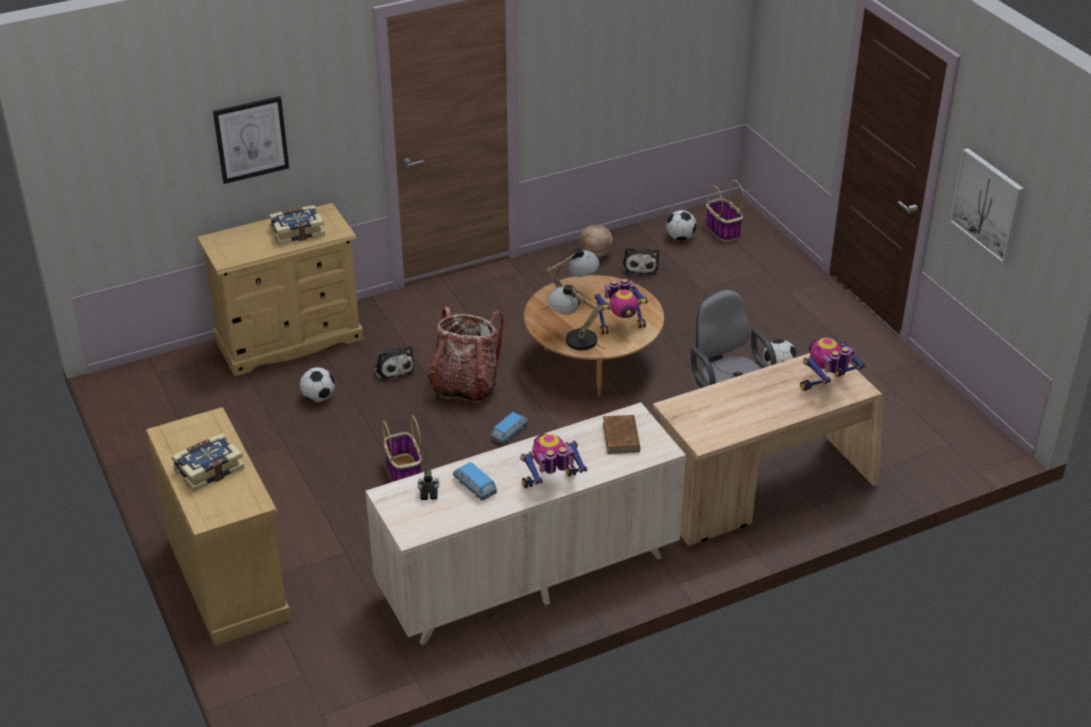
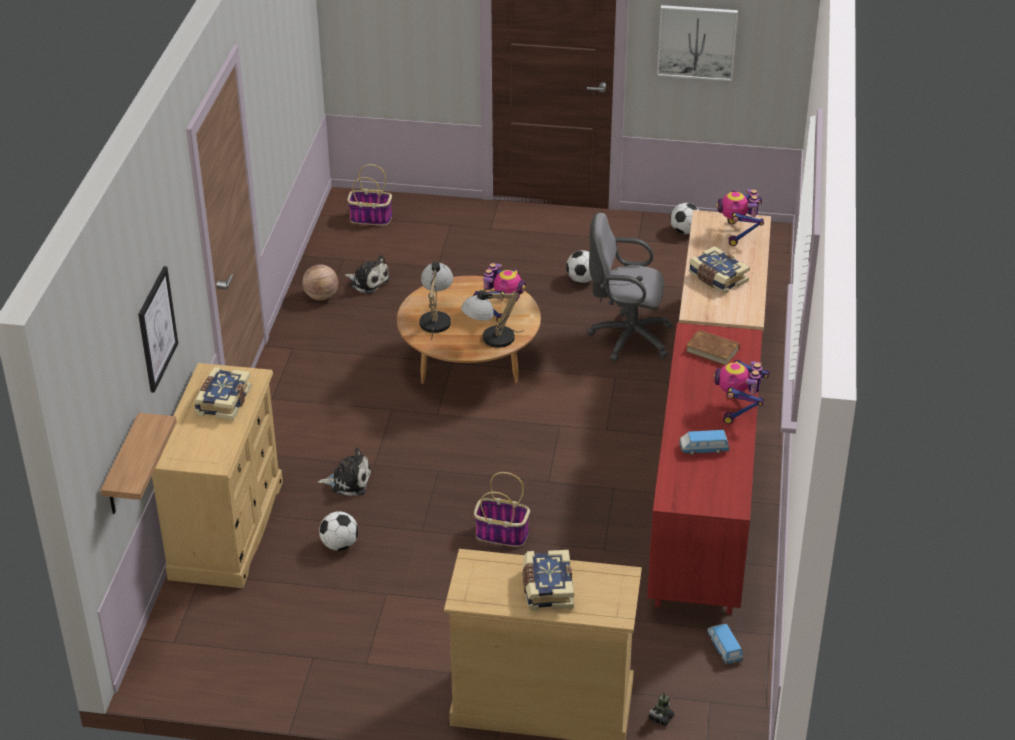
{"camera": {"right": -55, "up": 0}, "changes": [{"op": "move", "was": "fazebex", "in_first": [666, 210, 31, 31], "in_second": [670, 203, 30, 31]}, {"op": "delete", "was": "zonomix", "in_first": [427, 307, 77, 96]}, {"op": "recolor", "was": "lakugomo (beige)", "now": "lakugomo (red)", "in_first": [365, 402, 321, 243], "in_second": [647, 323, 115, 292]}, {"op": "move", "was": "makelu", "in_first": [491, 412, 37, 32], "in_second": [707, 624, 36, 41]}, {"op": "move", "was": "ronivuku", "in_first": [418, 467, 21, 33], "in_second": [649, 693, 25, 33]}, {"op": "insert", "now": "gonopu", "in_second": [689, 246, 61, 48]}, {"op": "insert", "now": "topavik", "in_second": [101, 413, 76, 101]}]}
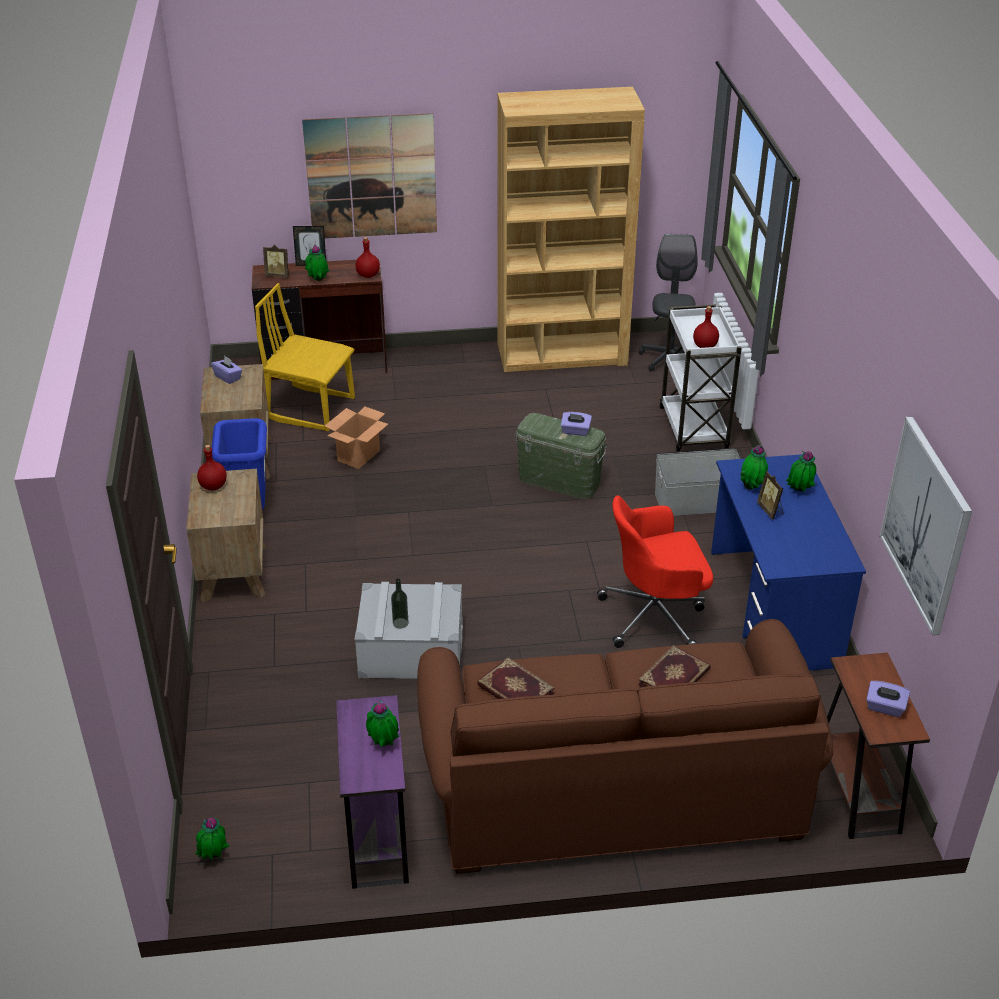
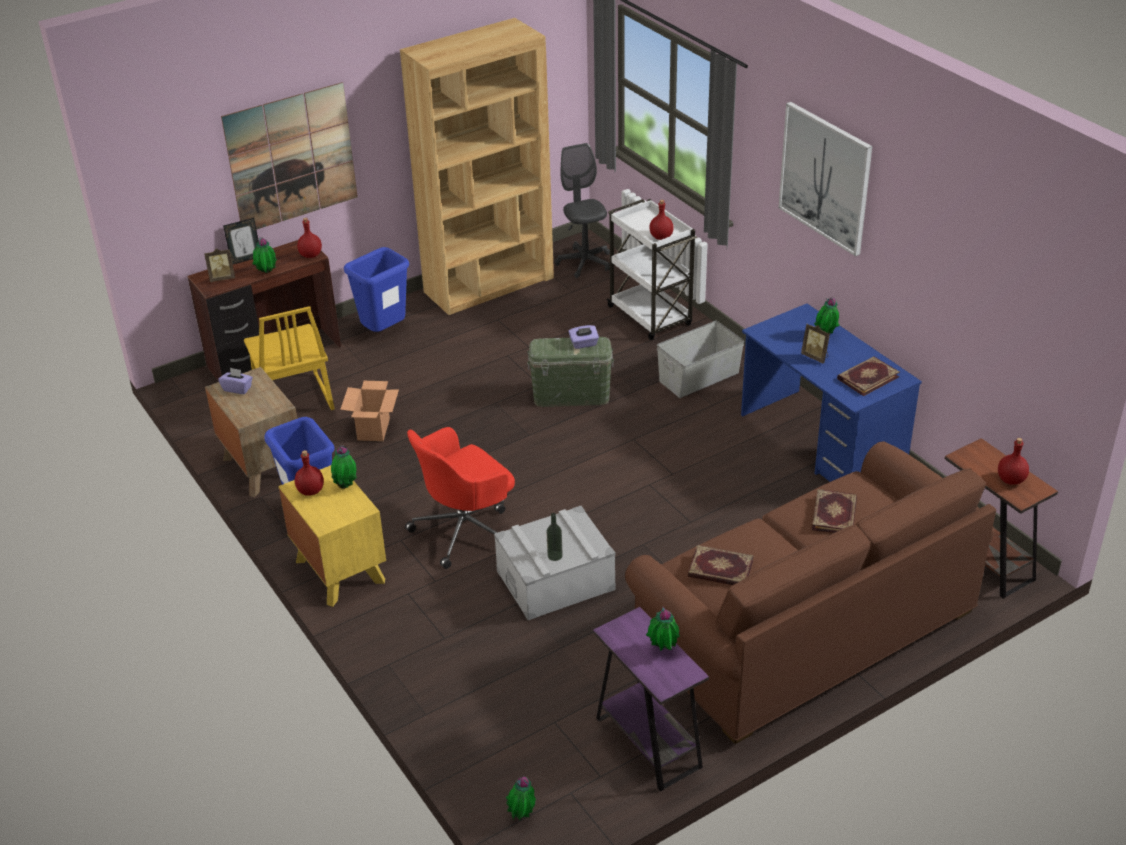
{"camera": {"right": -25, "up": 0}, "changes": [{"op": "rotate", "was": "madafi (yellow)", "in_first": [255, 283, 100, 149], "in_second": [244, 306, 91, 104], "clockwise": -105}, {"op": "move", "was": "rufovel", "in_first": [879, 416, 93, 219], "in_second": [779, 102, 93, 154]}, {"op": "move", "was": "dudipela", "in_first": [740, 445, 28, 45], "in_second": [331, 445, 26, 44]}, {"op": "recolor", "was": "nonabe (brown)", "now": "nonabe (yellow)", "in_first": [186, 469, 80, 133], "in_second": [279, 465, 107, 142]}, {"op": "move", "was": "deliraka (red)", "in_first": [597, 496, 116, 152], "in_second": [405, 427, 110, 142]}, {"op": "replace", "was": "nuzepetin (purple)", "now": "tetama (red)", "in_first": [866, 681, 44, 36], "in_second": [998, 438, 31, 47]}, {"op": "insert", "now": "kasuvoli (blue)", "in_second": [344, 247, 65, 85]}, {"op": "insert", "now": "gonopu", "in_second": [837, 356, 63, 40]}]}
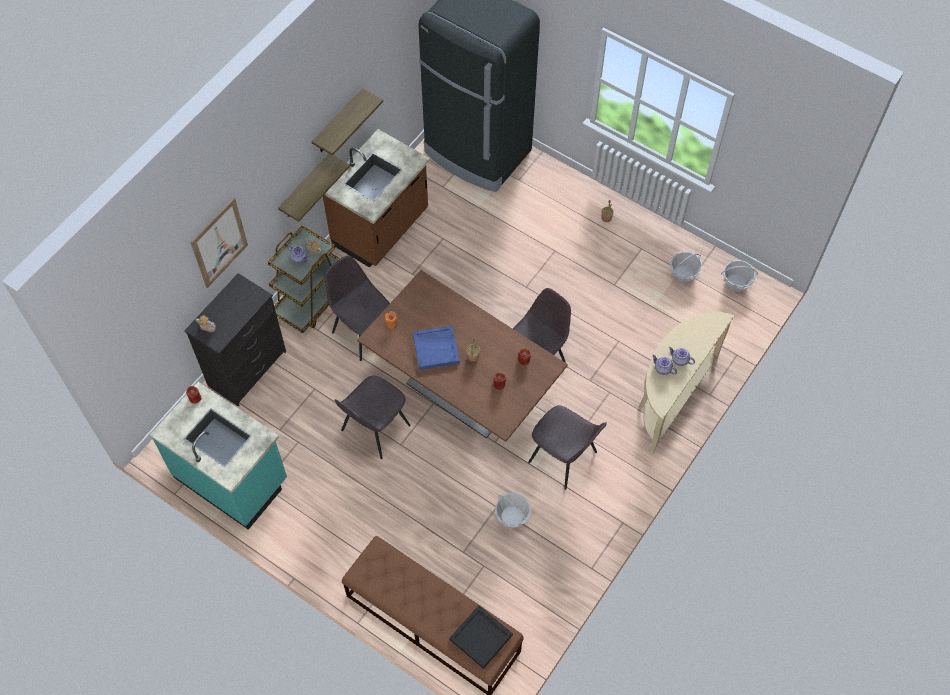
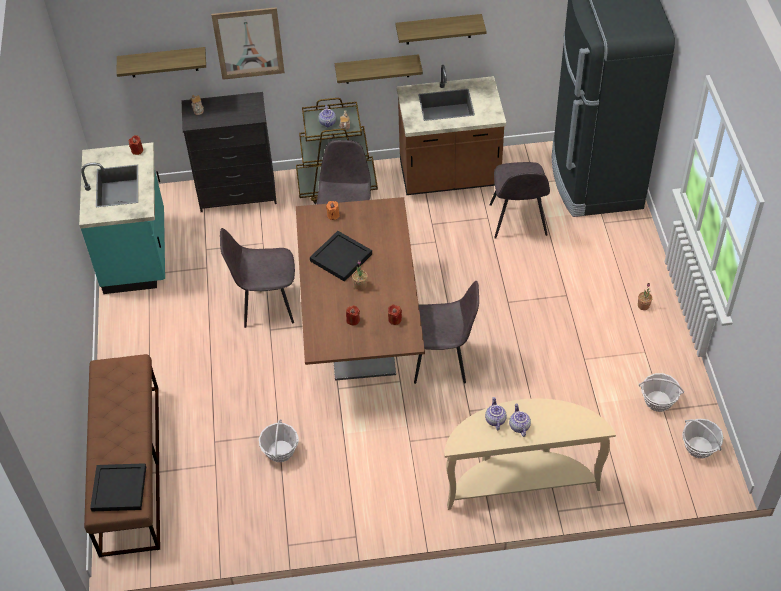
{"camera": {"right": 50, "up": -10}, "changes": [{"op": "recolor", "was": "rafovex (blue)", "now": "rafovex (black)", "in_first": [413, 326, 47, 44], "in_second": [310, 231, 62, 51]}, {"op": "move", "was": "madafi (grey)", "in_first": [528, 405, 79, 85], "in_second": [490, 162, 60, 77]}, {"op": "insert", "now": "topavik", "in_second": [116, 47, 90, 30]}]}
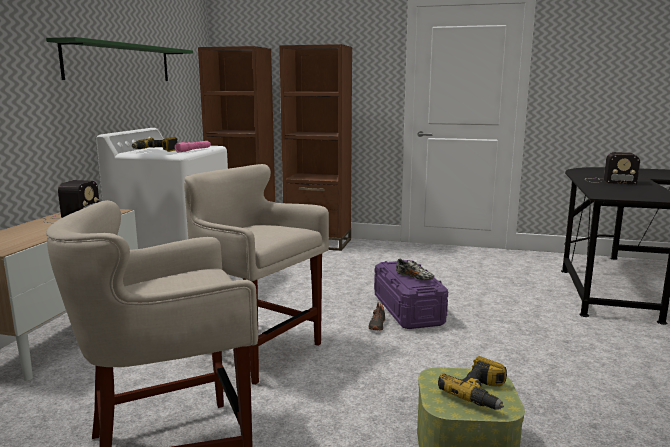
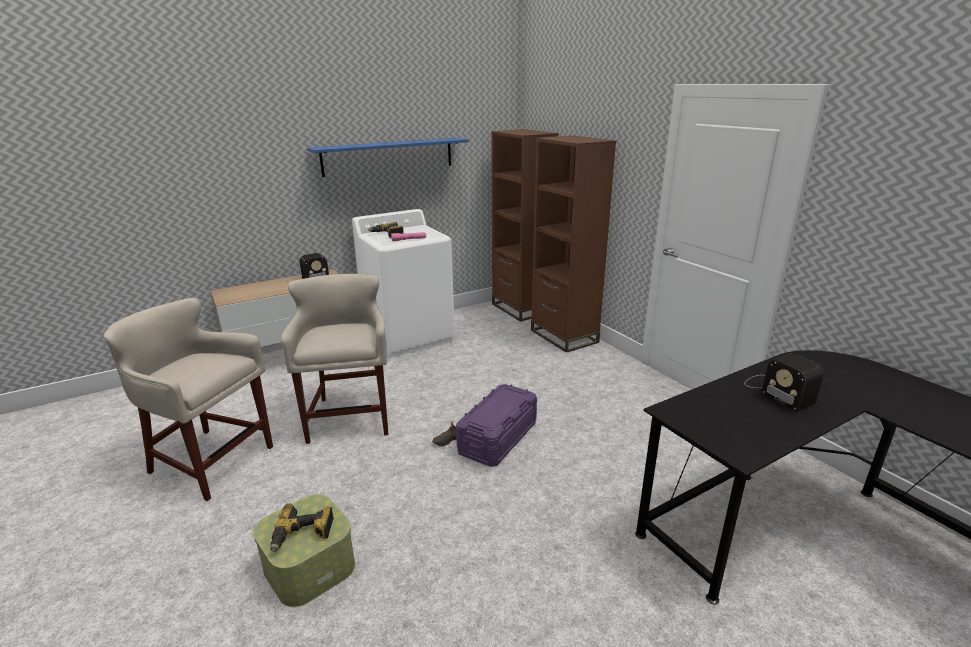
{"camera": {"right": 45, "up": 10}, "changes": [{"op": "recolor", "was": "topavik (green)", "now": "topavik (blue)", "in_first": [46, 37, 147, 44], "in_second": [307, 138, 162, 39]}, {"op": "delete", "was": "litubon", "in_first": [396, 259, 38, 21]}]}
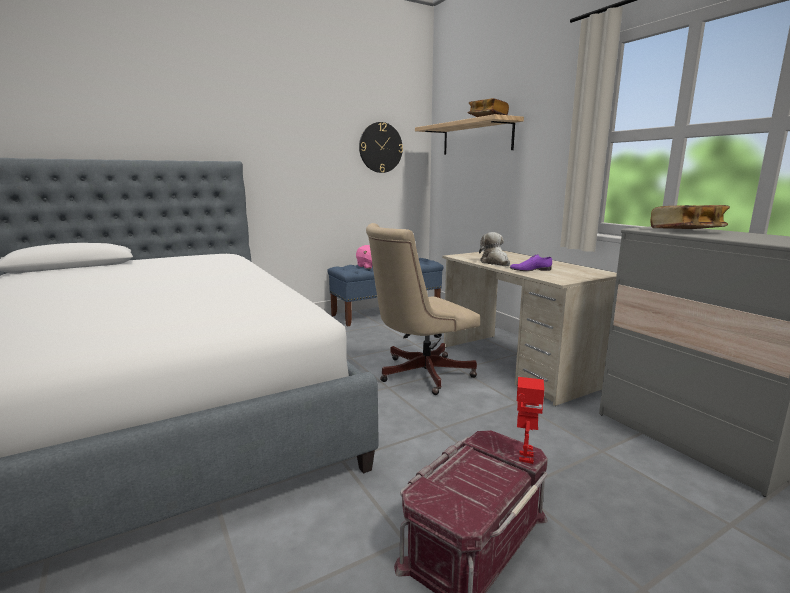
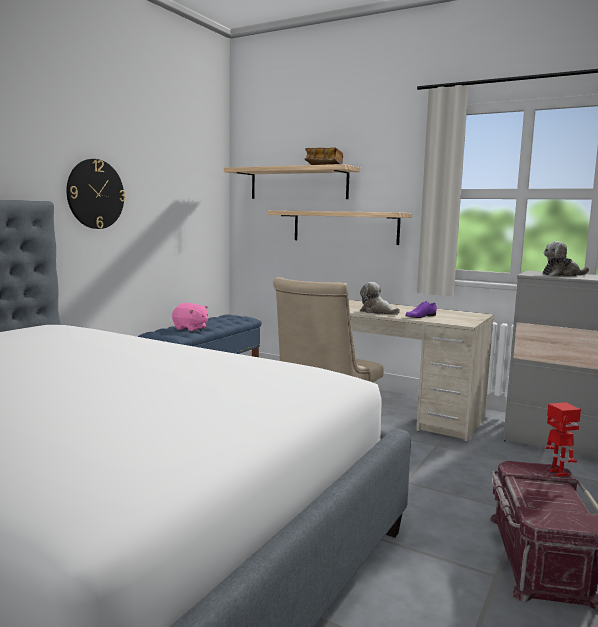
{"camera": {"right": -30, "up": -5}, "changes": [{"op": "move", "was": "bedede", "in_first": [359, 122, 44, 51], "in_second": [67, 159, 58, 70]}, {"op": "replace", "was": "gonopu", "now": "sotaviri", "in_first": [650, 205, 80, 24], "in_second": [543, 241, 46, 35]}, {"op": "insert", "now": "topavik", "in_second": [268, 210, 144, 35]}]}
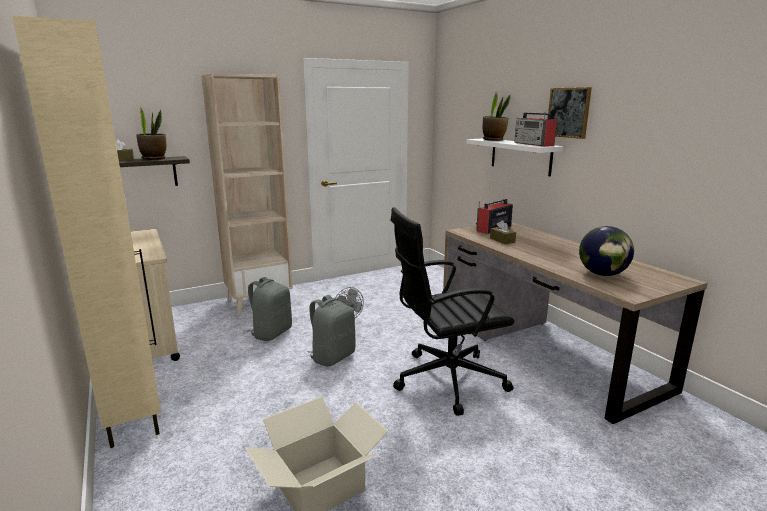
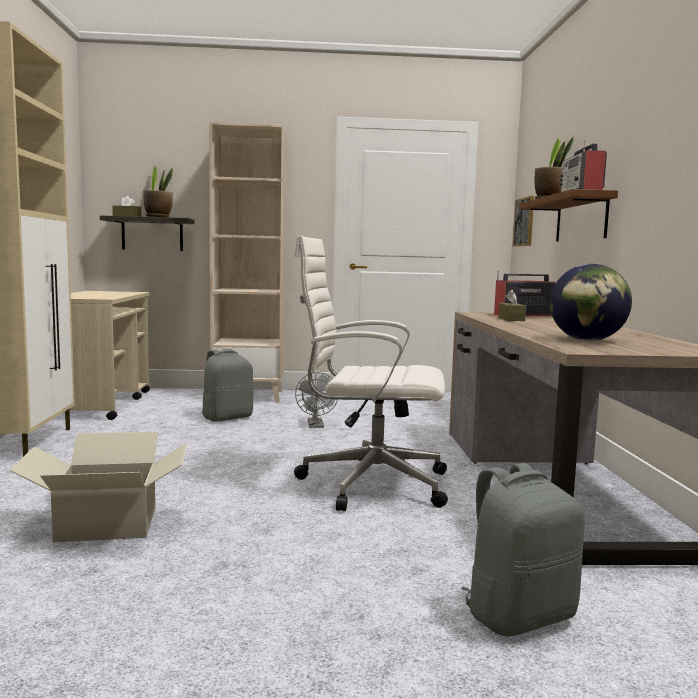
{"camera": {"right": 25, "up": -10}, "changes": [{"op": "move", "was": "rufovel", "in_first": [548, 87, 44, 52], "in_second": [513, 196, 21, 50]}, {"op": "recolor", "was": "topavik (white)", "now": "topavik (brown)", "in_first": [466, 138, 97, 38], "in_second": [518, 189, 100, 52]}, {"op": "recolor", "was": "deliraka (black)", "now": "deliraka (white)", "in_first": [391, 207, 123, 209], "in_second": [294, 236, 154, 275]}, {"op": "move", "was": "zonomix (grey)", "in_first": [307, 295, 49, 71], "in_second": [461, 463, 124, 173]}]}
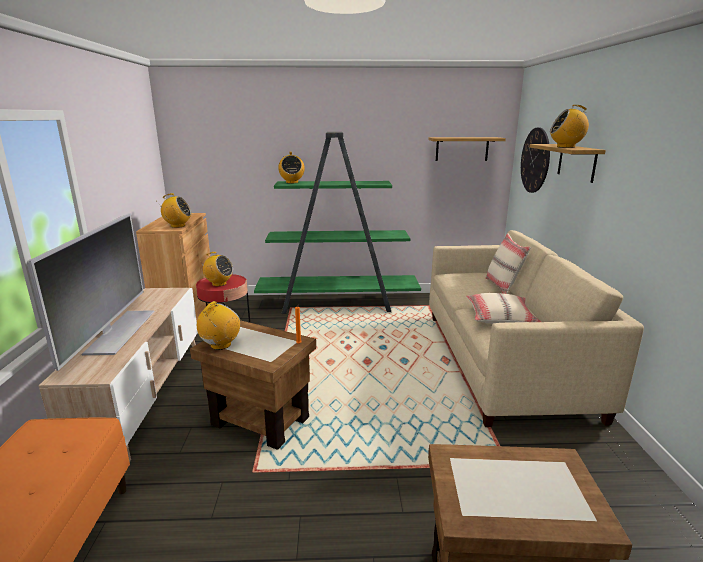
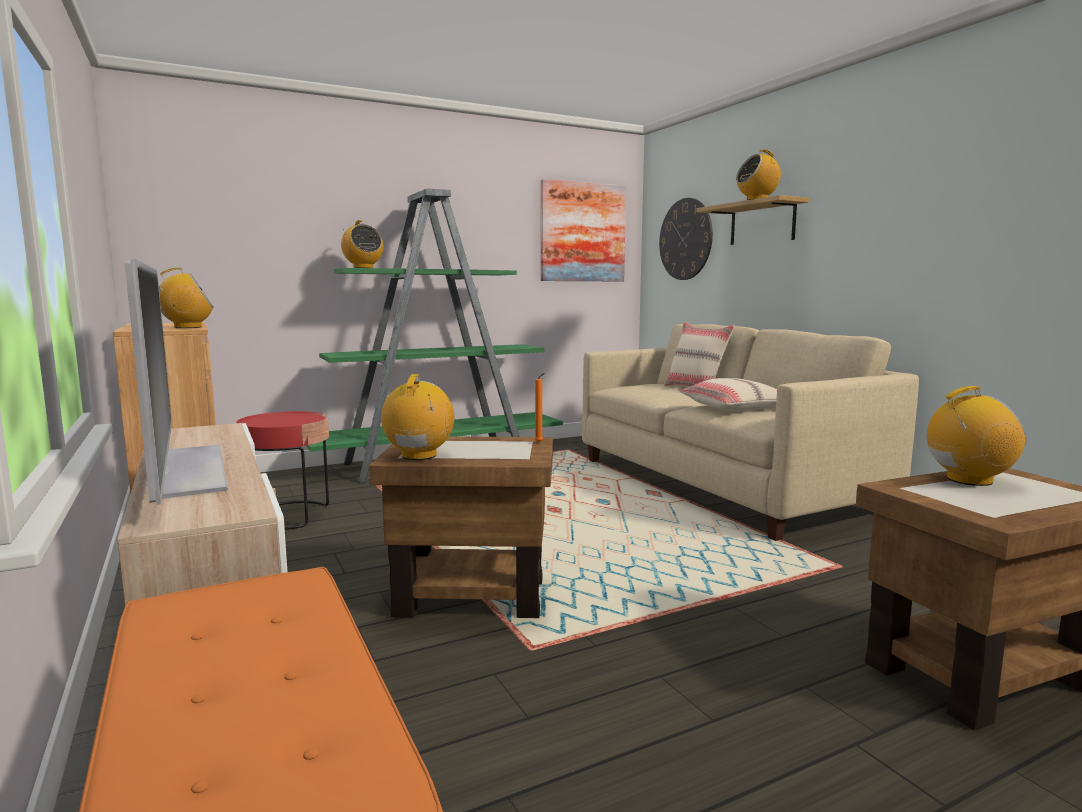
{"camera": {"right": -25, "up": -10}, "changes": [{"op": "replace", "was": "topavik", "now": "rufovel", "in_first": [428, 137, 78, 24], "in_second": [541, 179, 85, 102]}, {"op": "move", "was": "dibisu", "in_first": [200, 252, 33, 34], "in_second": [927, 386, 100, 100]}]}
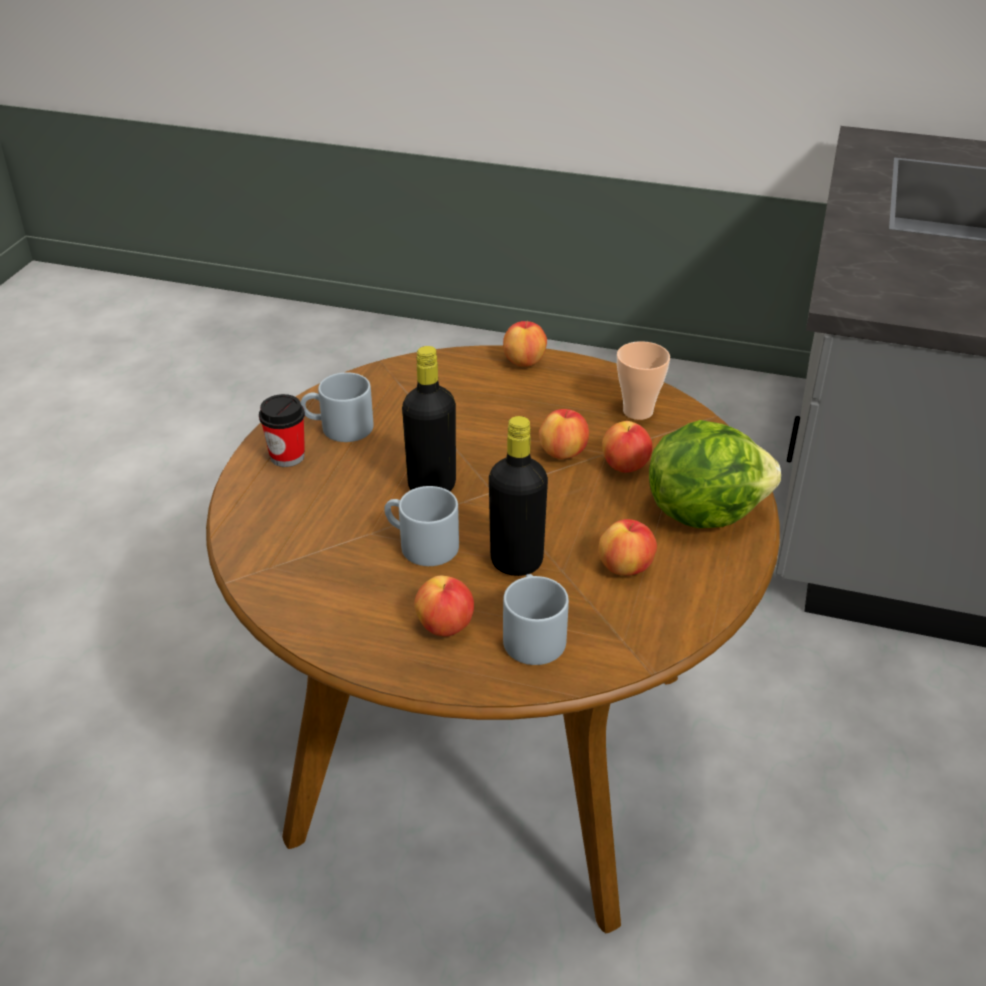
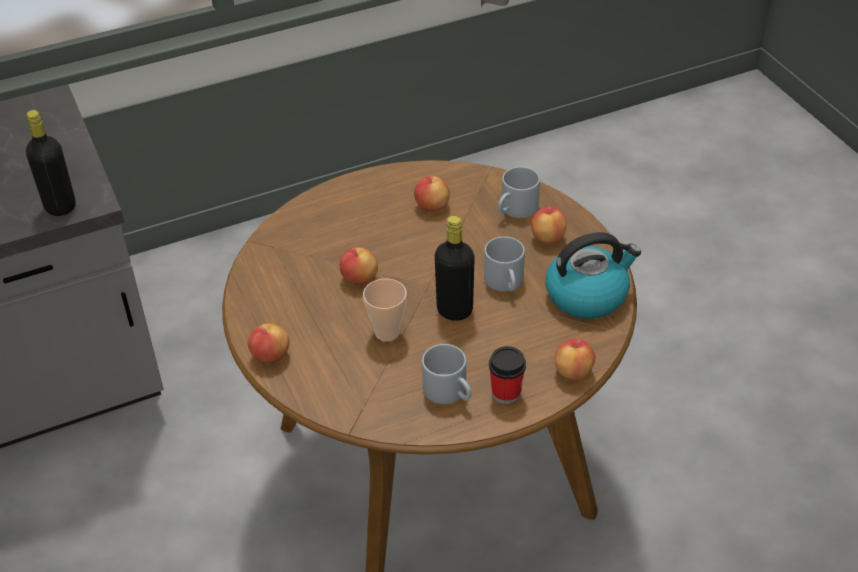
{"camera": {"right": -130, "up": 5}, "changes": [{"op": "move", "was": "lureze", "in_first": [617, 341, 53, 79], "in_second": [363, 278, 44, 63]}, {"op": "move", "was": "tetama (black)", "in_first": [489, 416, 59, 160], "in_second": [26, 110, 50, 106]}, {"op": "delete", "was": "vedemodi", "in_first": [649, 420, 132, 108]}, {"op": "move", "was": "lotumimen", "in_first": [602, 421, 50, 52], "in_second": [555, 339, 40, 42]}, {"op": "insert", "now": "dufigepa", "in_second": [545, 232, 96, 87]}]}
